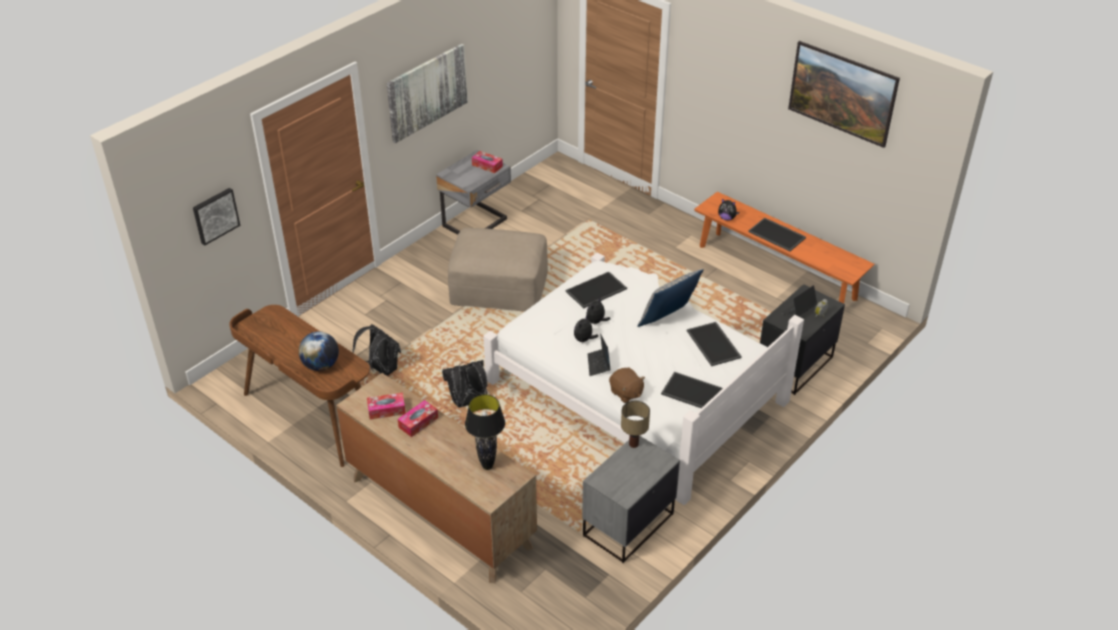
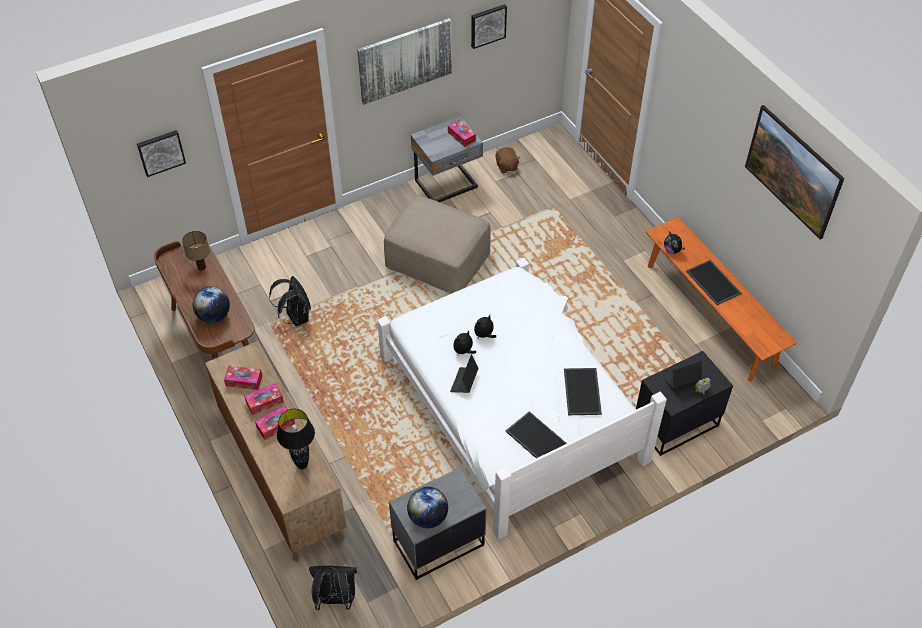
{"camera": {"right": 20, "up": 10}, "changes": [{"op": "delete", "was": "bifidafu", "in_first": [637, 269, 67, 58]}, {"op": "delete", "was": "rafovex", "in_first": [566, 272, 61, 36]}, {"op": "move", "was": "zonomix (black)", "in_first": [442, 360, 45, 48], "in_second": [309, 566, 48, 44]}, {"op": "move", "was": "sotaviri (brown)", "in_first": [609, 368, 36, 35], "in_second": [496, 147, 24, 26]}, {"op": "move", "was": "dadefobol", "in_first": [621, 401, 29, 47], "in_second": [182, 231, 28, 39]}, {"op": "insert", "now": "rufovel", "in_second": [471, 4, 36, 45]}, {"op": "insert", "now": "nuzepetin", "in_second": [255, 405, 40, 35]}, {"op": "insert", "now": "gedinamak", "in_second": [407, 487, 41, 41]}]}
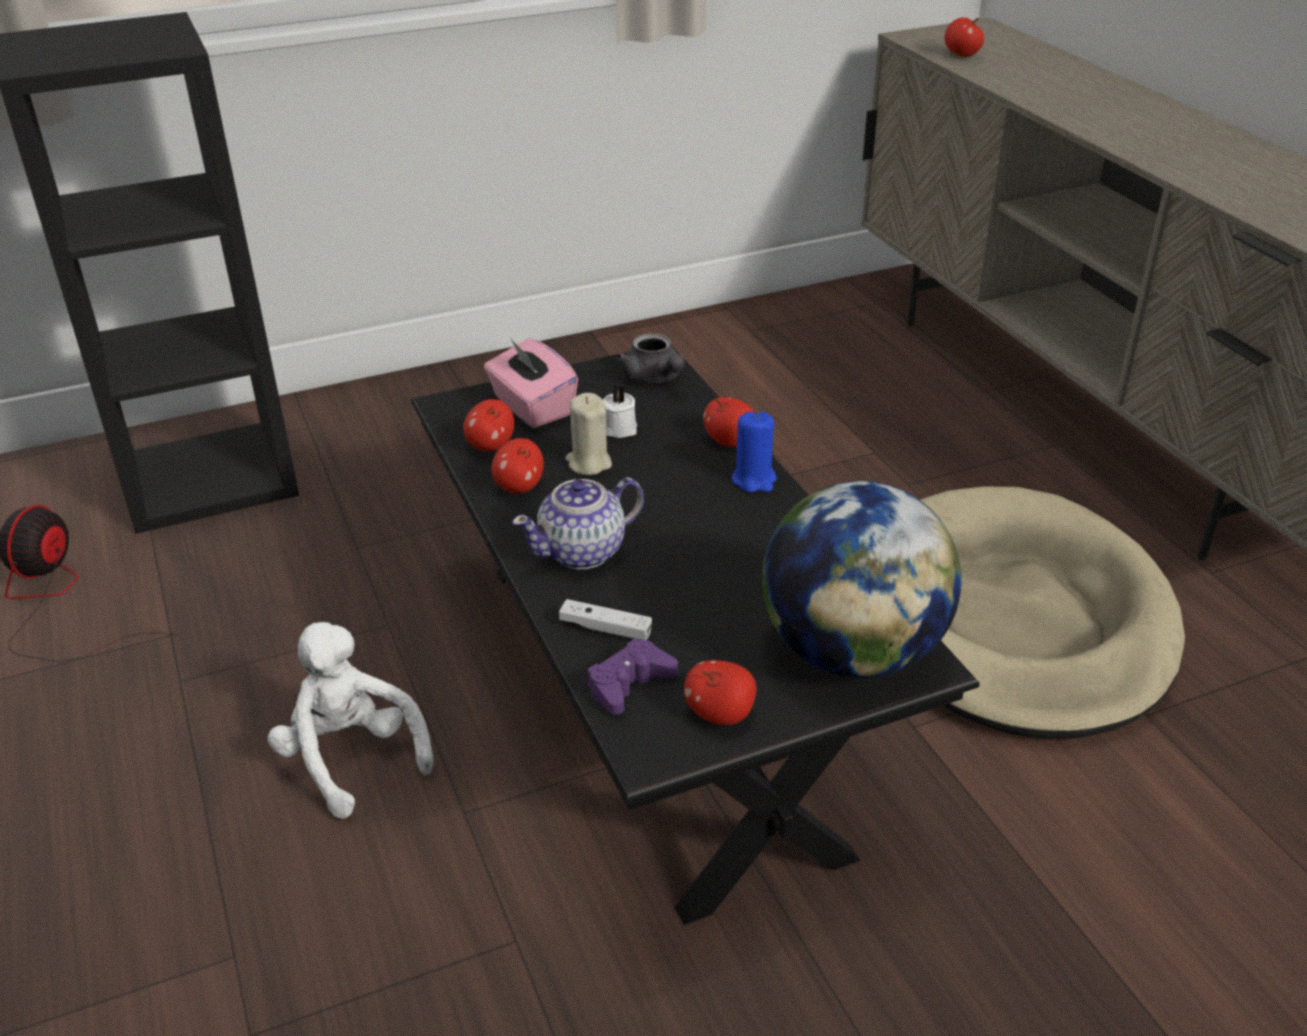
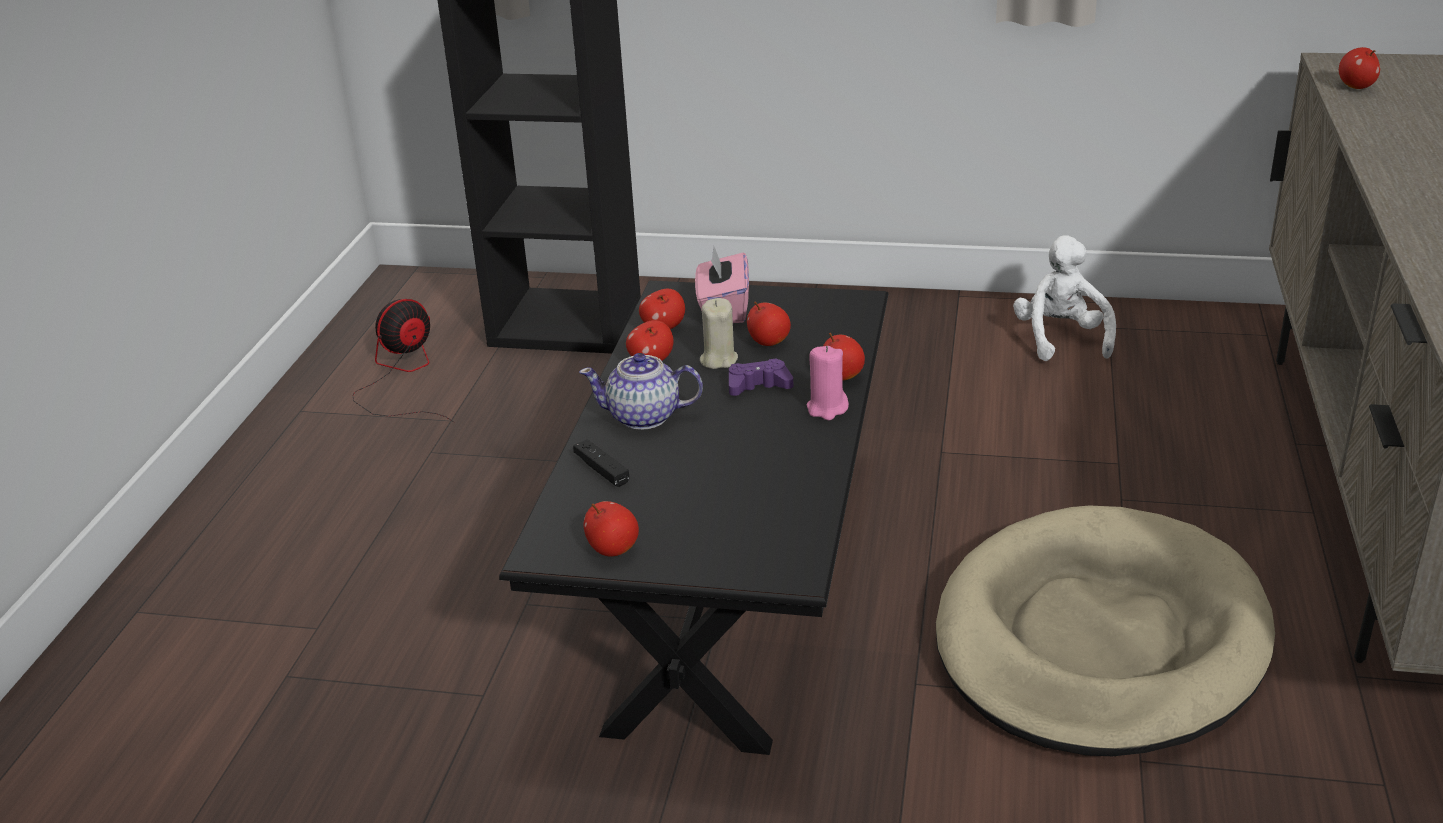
{"camera": {"right": 35, "up": -5}, "changes": [{"op": "delete", "was": "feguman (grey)", "in_first": [617, 333, 68, 51]}, {"op": "replace", "was": "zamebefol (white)", "now": "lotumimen", "in_first": [602, 384, 35, 54], "in_second": [747, 302, 44, 44]}, {"op": "recolor", "was": "zamebefol (blue)", "now": "zamebefol (pink)", "in_first": [732, 412, 45, 81], "in_second": [807, 346, 42, 74]}, {"op": "delete", "was": "gedinamak", "in_first": [762, 481, 199, 197]}, {"op": "recolor", "was": "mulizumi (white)", "now": "mulizumi (black)", "in_first": [559, 599, 93, 41], "in_second": [573, 439, 56, 48]}, {"op": "move", "was": "sotaviri (white)", "in_first": [268, 622, 166, 197], "in_second": [1013, 236, 103, 125]}, {"op": "move", "was": "mulizumi (purple)", "in_first": [588, 639, 90, 76], "in_second": [729, 358, 64, 38]}]}
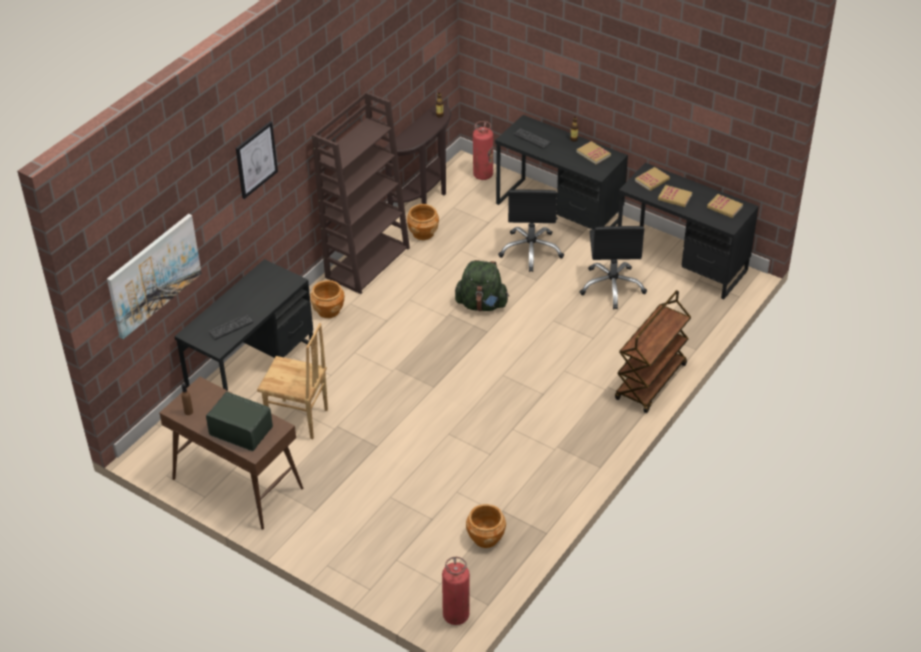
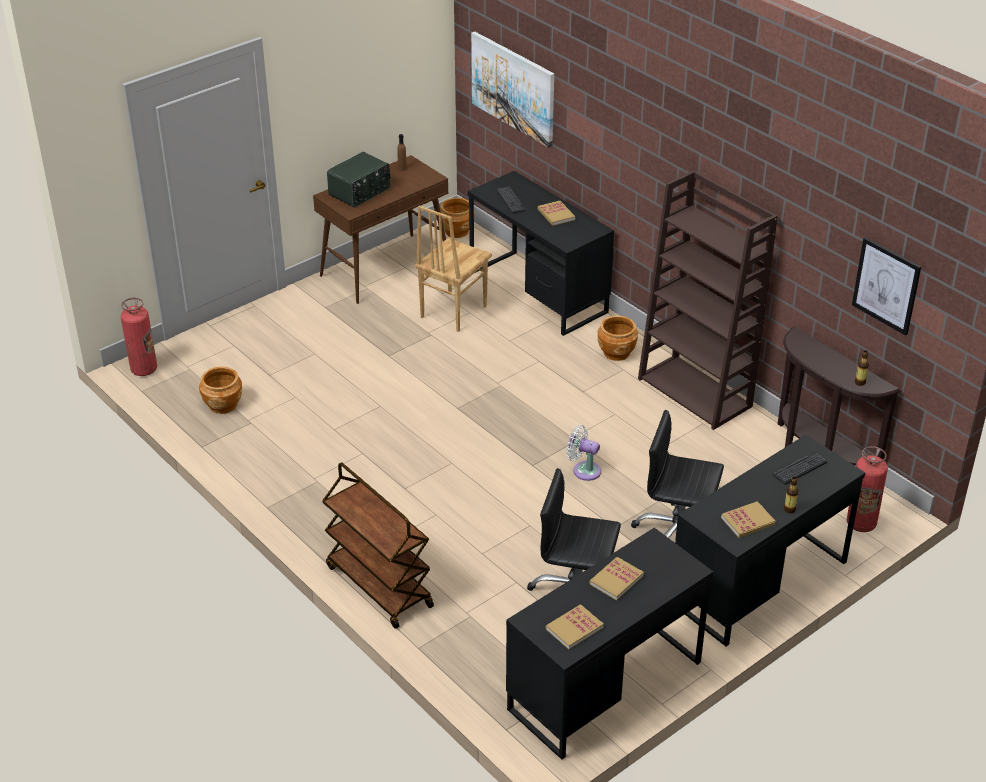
{"camera": {"right": 105, "up": -5}, "changes": [{"op": "move", "was": "rufovel", "in_first": [236, 121, 42, 78], "in_second": [852, 237, 69, 99]}, {"op": "move", "was": "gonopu", "in_first": [635, 167, 35, 24], "in_second": [537, 201, 38, 25]}, {"op": "move", "was": "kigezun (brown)", "in_first": [407, 204, 32, 36], "in_second": [440, 198, 35, 40]}, {"op": "replace", "was": "zonomix (green)", "now": "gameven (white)", "in_first": [455, 260, 54, 51], "in_second": [566, 425, 35, 56]}]}
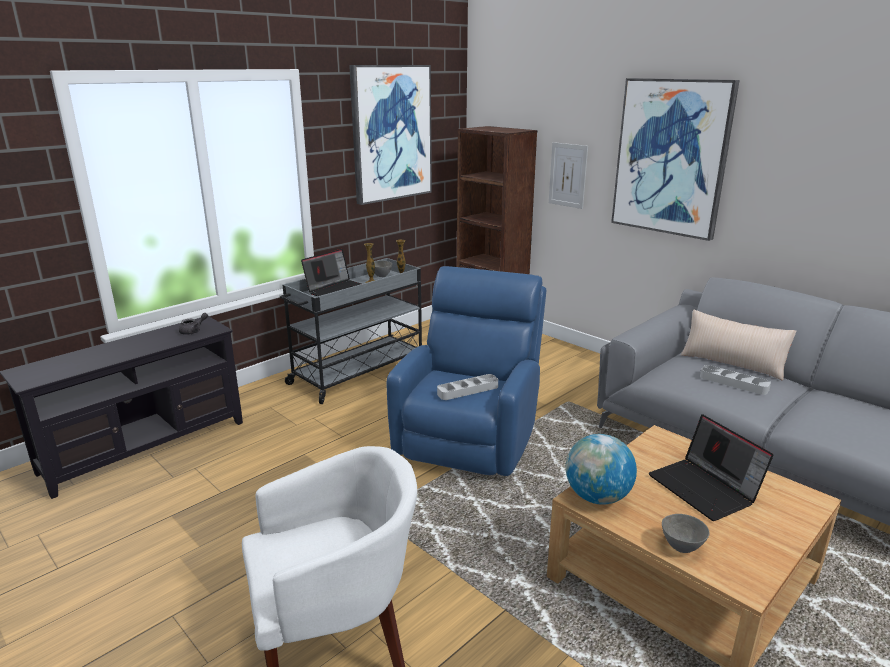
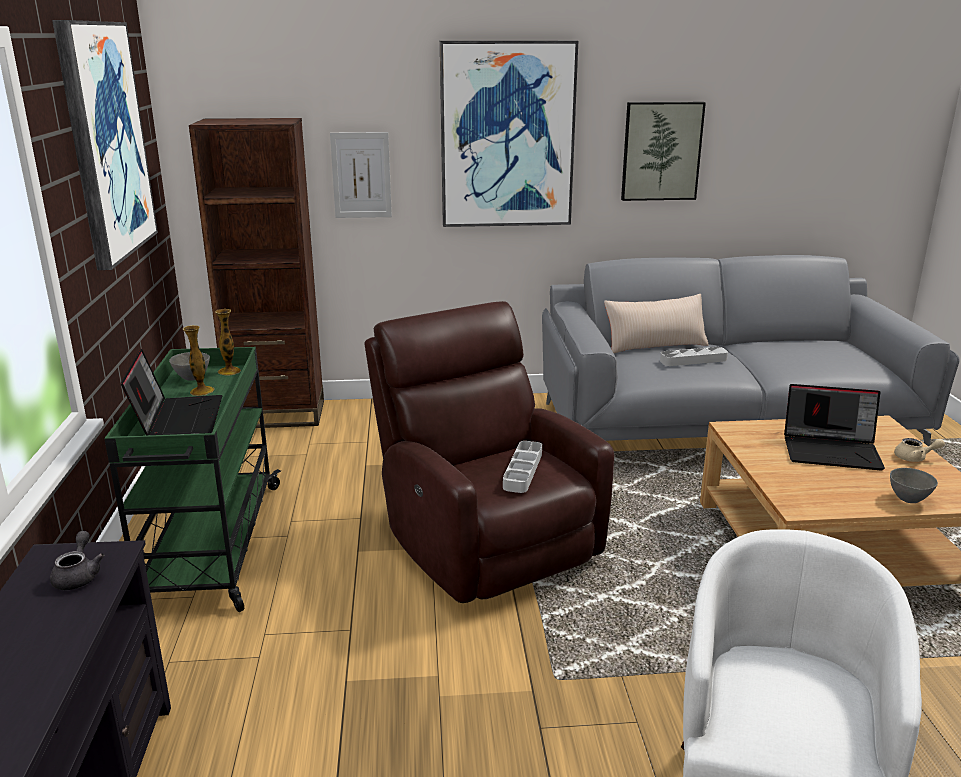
{"camera": {"right": -50, "up": 0}, "changes": [{"op": "recolor", "was": "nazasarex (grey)", "now": "nazasarex (green)", "in_first": [280, 258, 142, 146], "in_second": [104, 347, 177, 265]}, {"op": "recolor", "was": "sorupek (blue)", "now": "sorupek (brown)", "in_first": [386, 266, 160, 210], "in_second": [364, 301, 250, 302]}, {"op": "delete", "was": "gedinamak", "in_first": [566, 434, 71, 71]}, {"op": "insert", "now": "rufovel", "in_second": [621, 102, 85, 99]}, {"op": "insert", "now": "feguman (beige)", "in_second": [894, 438, 51, 24]}]}
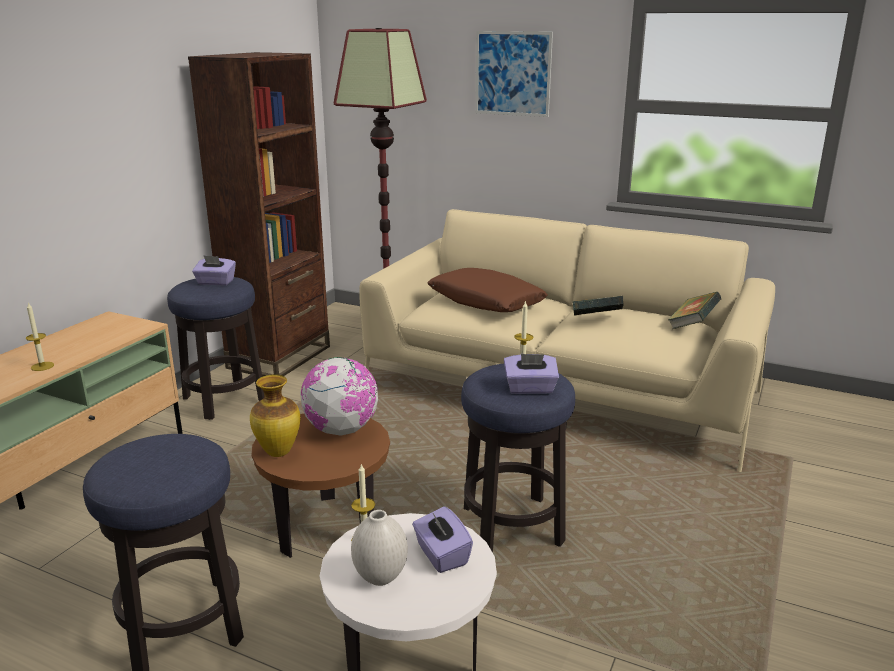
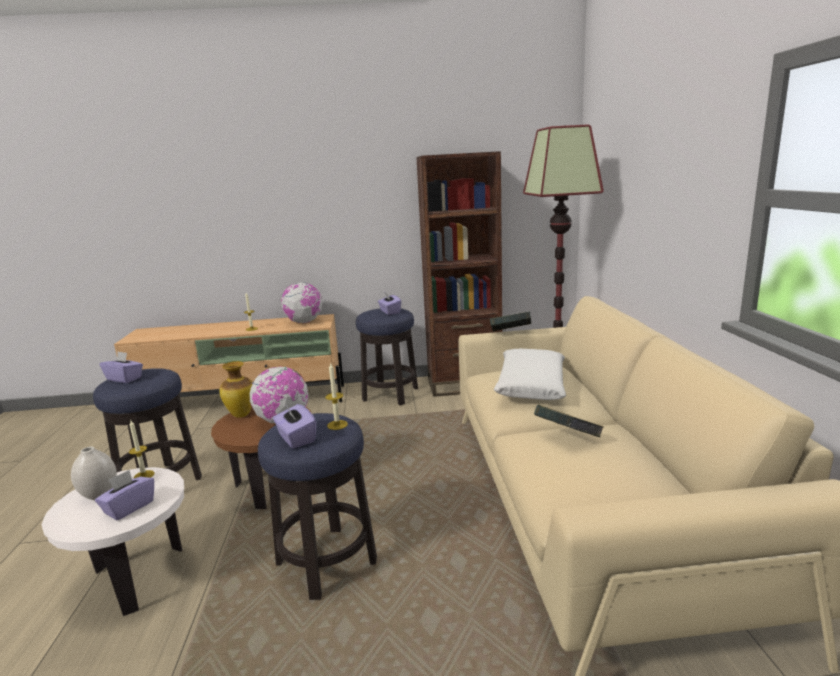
{"camera": {"right": 60, "up": -5}, "changes": [{"op": "delete", "was": "rufovel", "in_first": [475, 31, 78, 86]}, {"op": "recolor", "was": "bifidafu (brown)", "now": "bifidafu (white)", "in_first": [428, 268, 120, 44], "in_second": [494, 349, 72, 51]}, {"op": "move", "was": "gonopu", "in_first": [668, 292, 53, 37], "in_second": [490, 311, 41, 21]}, {"op": "insert", "now": "gedinamak", "in_second": [281, 282, 41, 41]}, {"op": "insert", "now": "nuzepetin (purple)", "in_second": [100, 351, 43, 32]}]}
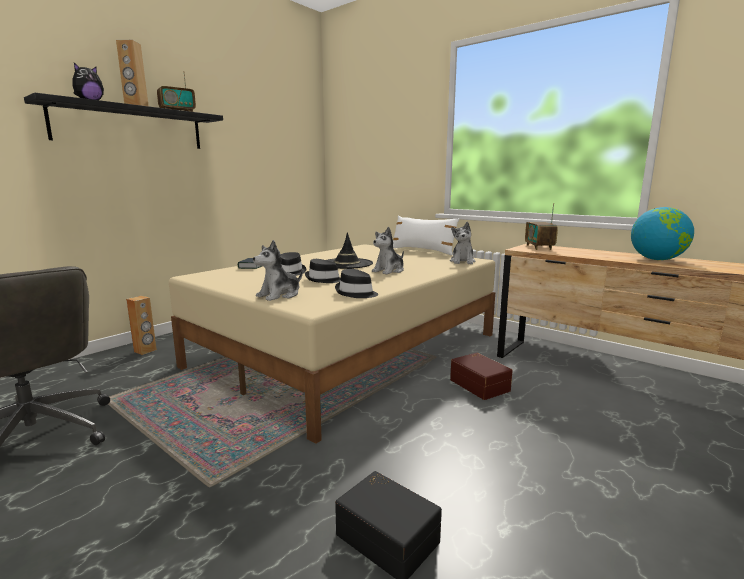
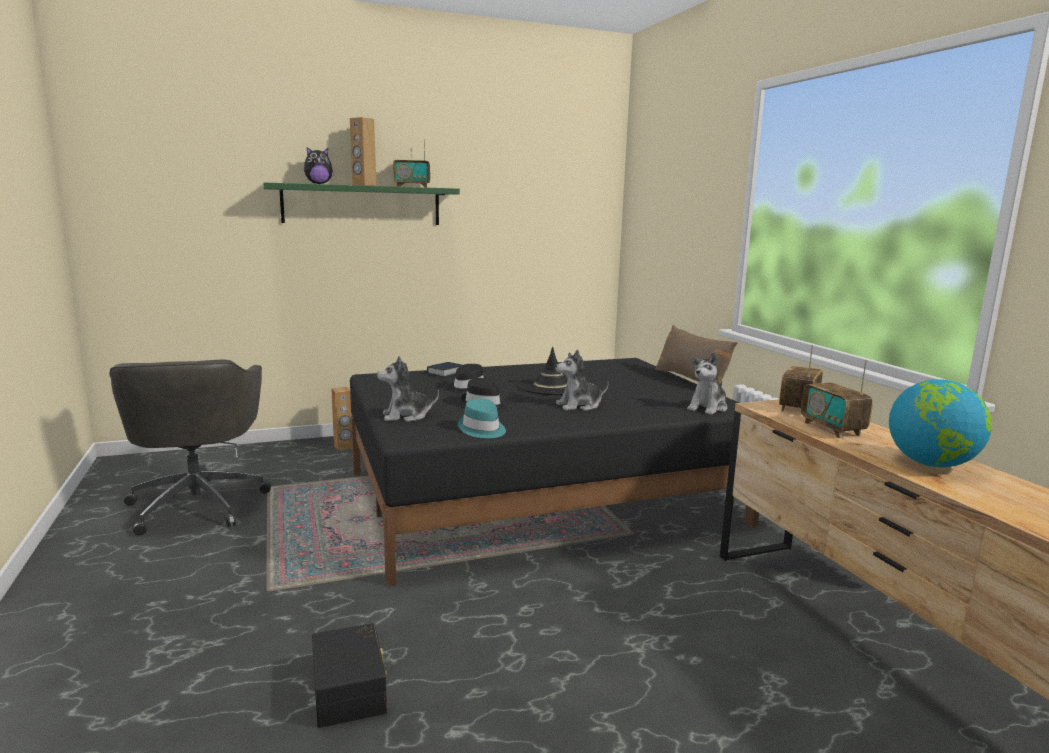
{"camera": {"right": 30, "up": 0}, "changes": [{"op": "recolor", "was": "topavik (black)", "now": "topavik (green)", "in_first": [24, 93, 199, 56], "in_second": [263, 182, 197, 43]}, {"op": "recolor", "was": "bifidafu (white)", "now": "bifidafu (brown)", "in_first": [393, 216, 67, 39], "in_second": [655, 325, 83, 59]}, {"op": "recolor", "was": "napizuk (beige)", "now": "napizuk (black)", "in_first": [169, 244, 326, 200], "in_second": [350, 358, 409, 228]}, {"op": "recolor", "was": "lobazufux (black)", "now": "lobazufux (turquoise)", "in_first": [335, 269, 43, 29], "in_second": [458, 398, 48, 40]}, {"op": "delete", "was": "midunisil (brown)", "in_first": [450, 353, 63, 47]}, {"op": "insert", "now": "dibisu", "in_second": [801, 360, 72, 78]}]}
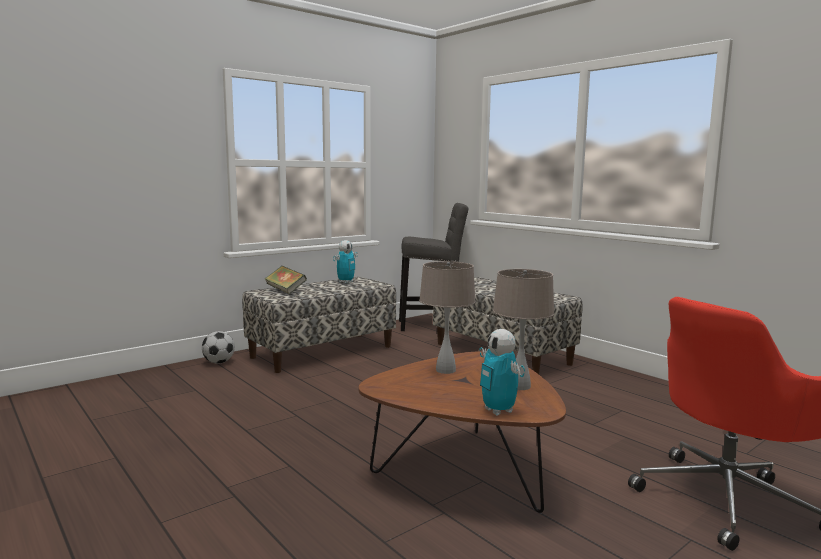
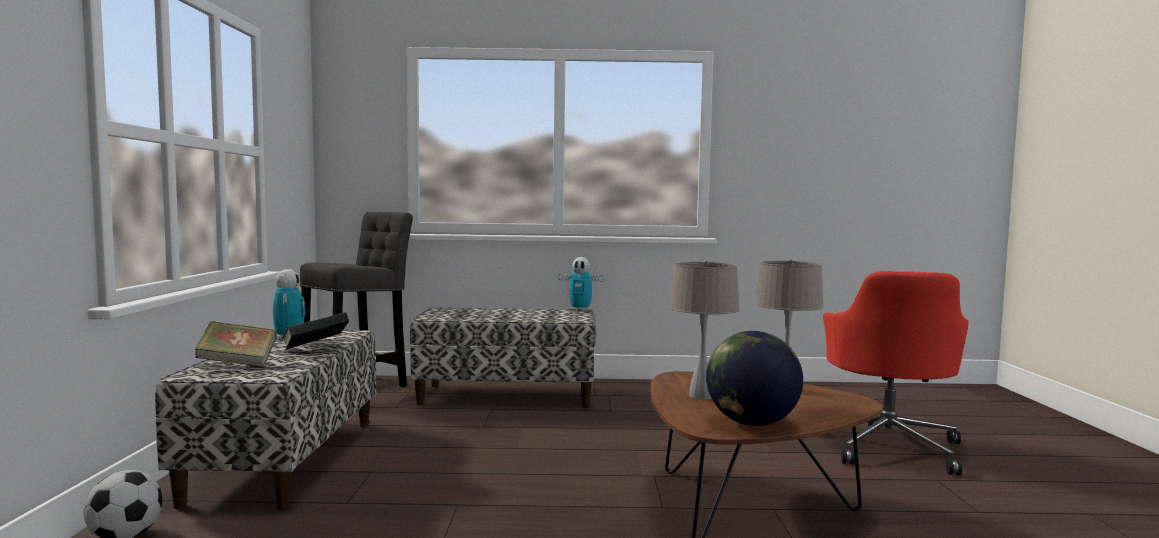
{"camera": {"right": -50, "up": -5}, "changes": [{"op": "move", "was": "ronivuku", "in_first": [479, 329, 46, 87], "in_second": [558, 257, 46, 54]}, {"op": "insert", "now": "gonopu", "in_second": [282, 312, 67, 38]}, {"op": "insert", "now": "gedinamak", "in_second": [706, 331, 97, 95]}]}
